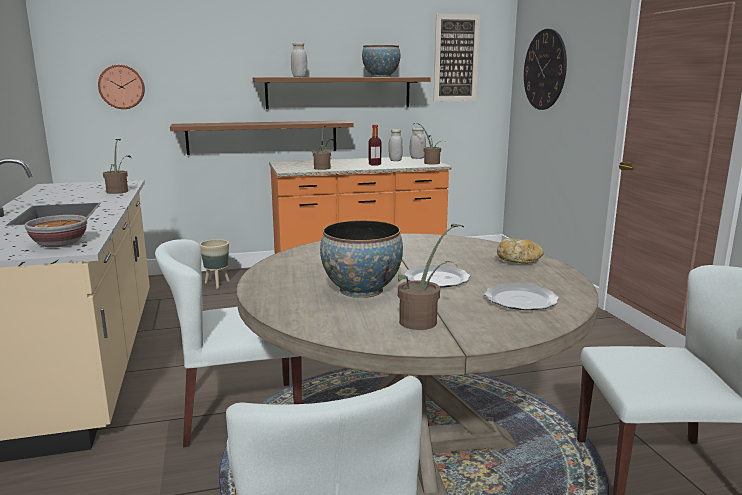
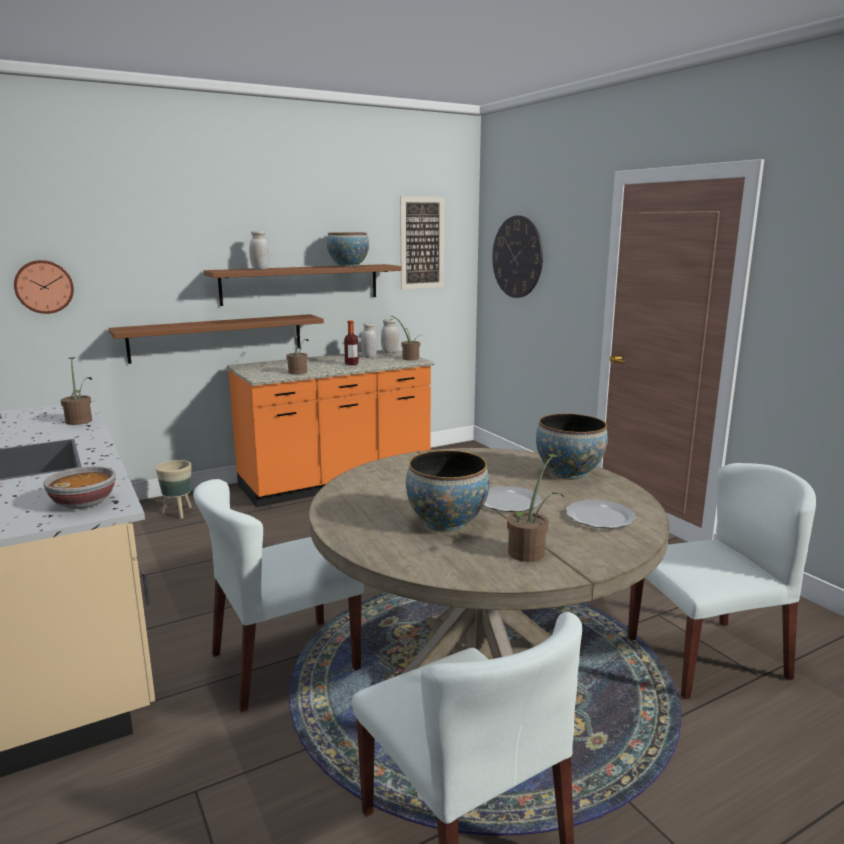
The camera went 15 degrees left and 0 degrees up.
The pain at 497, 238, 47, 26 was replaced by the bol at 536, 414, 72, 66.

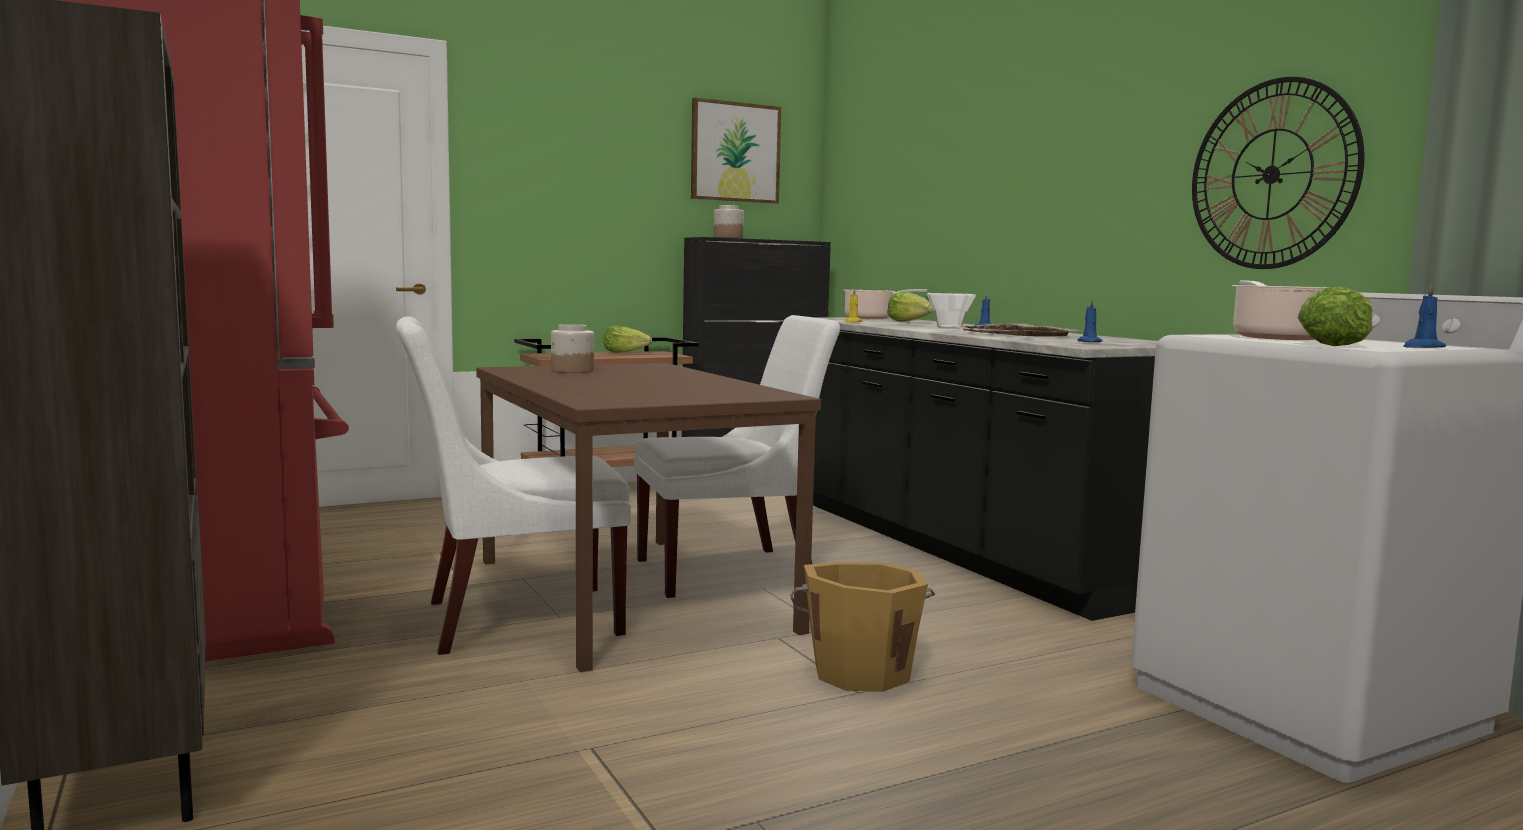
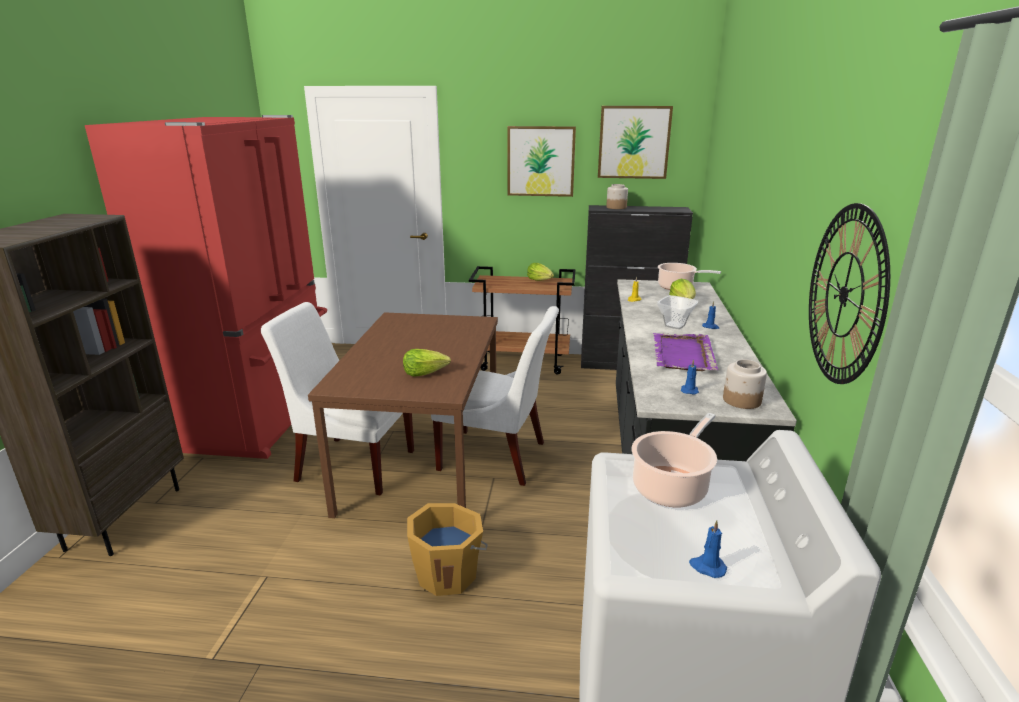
The camera went 35 degrees right and 15 degrees up.
The laitue moved from 1297, 286, 76, 60 to 403, 349, 48, 28.
The tableau at 508, 126, 68, 71 appeared.
The plateau/beige at 950, 323, 129, 14 became the plateau/violet at 653, 333, 65, 38.
The bocal moved from 551, 324, 43, 49 to 723, 359, 44, 50.

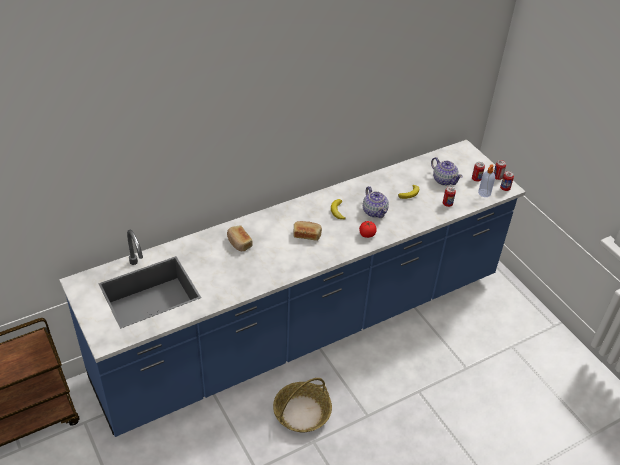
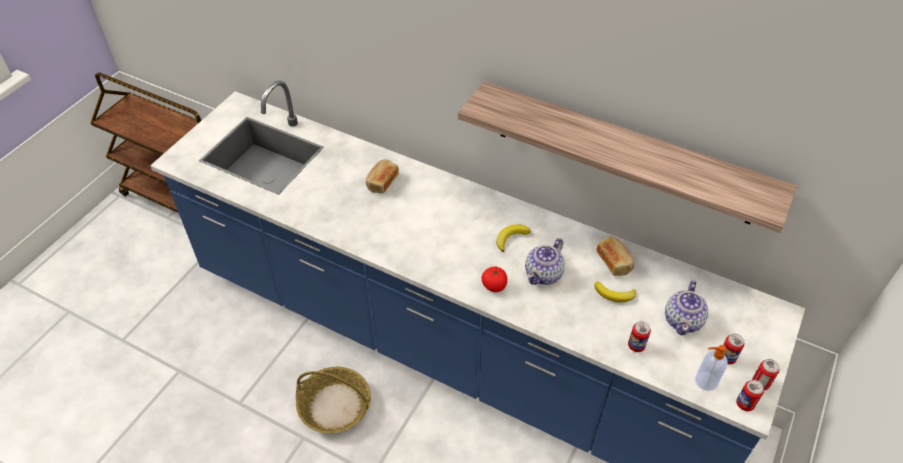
The camera went 60 degrees right and 5 degrees up.
The étagère at 458, 81, 339, 152 appeared.
The pain moved from 294, 221, 28, 20 to 596, 236, 39, 40.

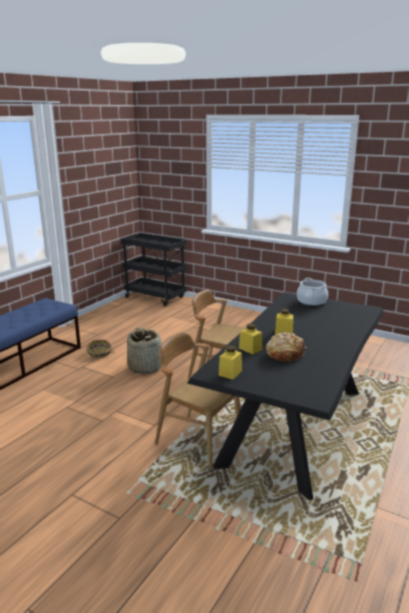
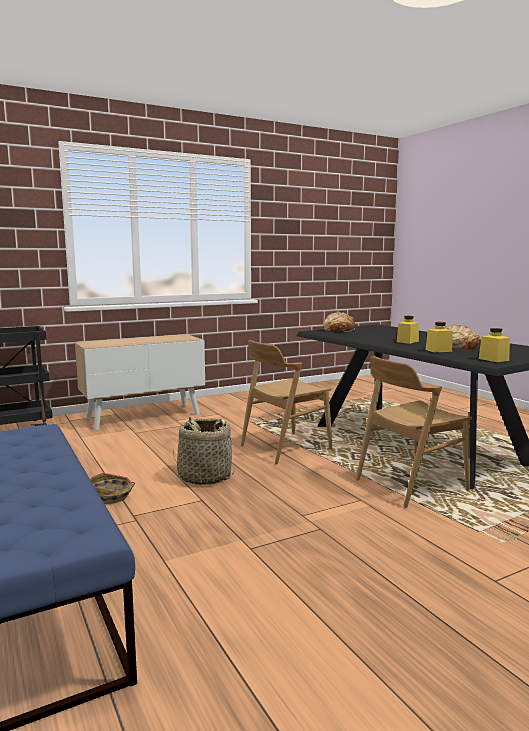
The camera went 60 degrees left and 10 degrees down.
The meuble de rangement at 75, 334, 130, 96 appeared.
The marmite at 297, 278, 31, 28 was replaced by the pain at 323, 312, 32, 20.

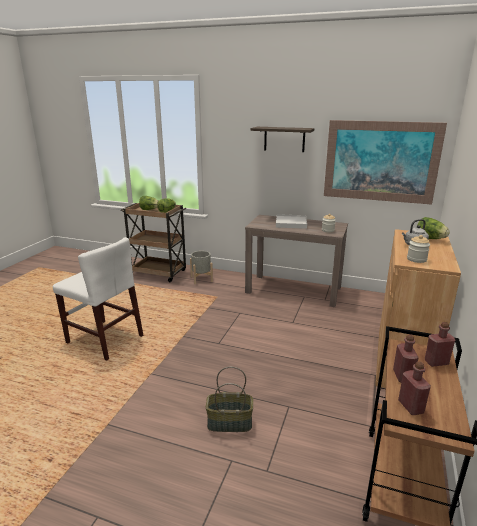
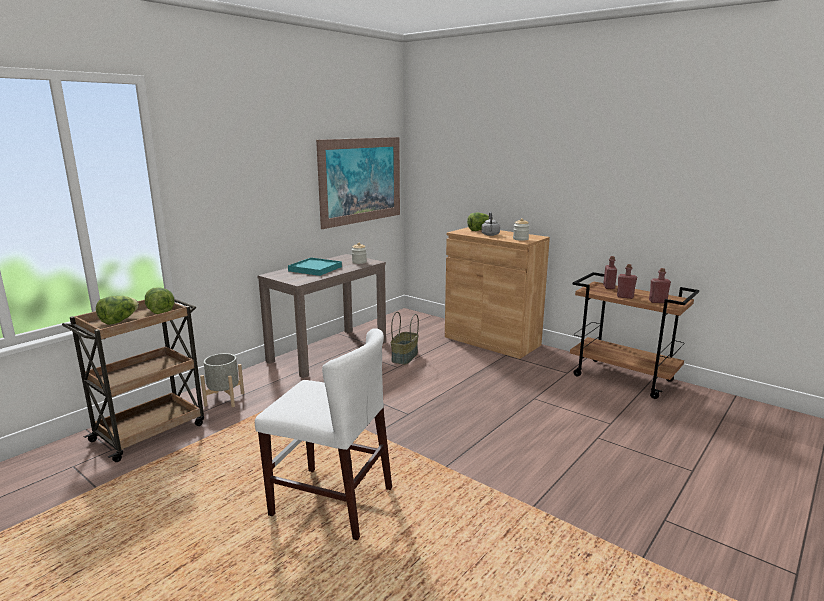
The camera went 70 degrees left and 5 degrees down.
The chaise/blanc at 53, 237, 91, 124 turned 60 degrees clockwise.
The plateau/blanc at 276, 214, 31, 15 became the plateau/turquoise at 288, 258, 54, 18.
The panier moved from 206, 367, 47, 65 to 391, 312, 28, 53.
The étagère at 251, 127, 63, 25 disappeared.

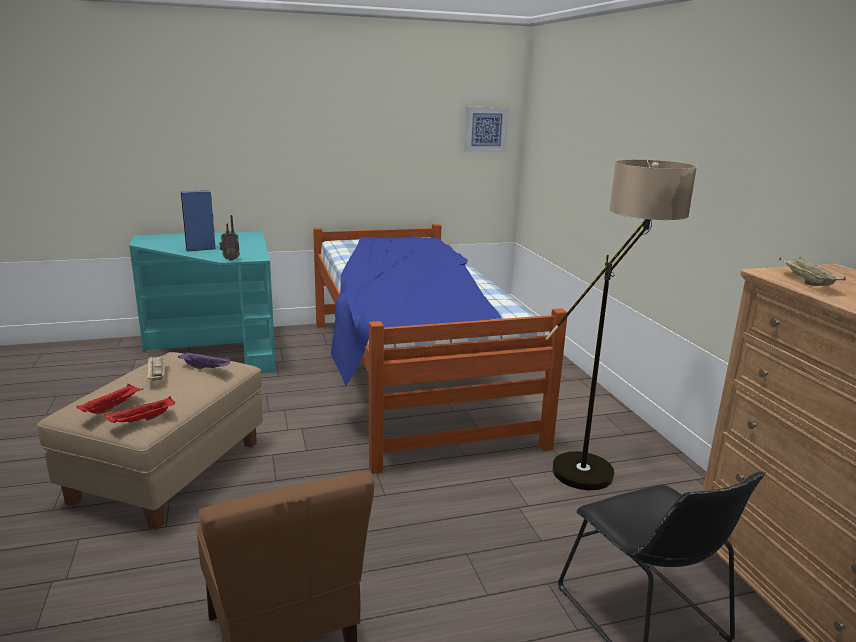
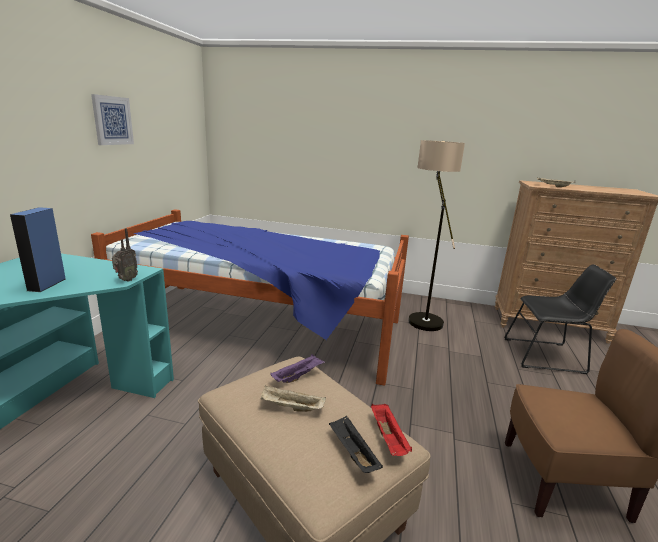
The camera went 60 degrees left and 0 degrees up.
The tableau moved from 465, 107, 43, 45 to 91, 94, 43, 51.
The plateau/rouge at 77, 384, 67, 30 became the plateau/noir at 329, 415, 54, 58.

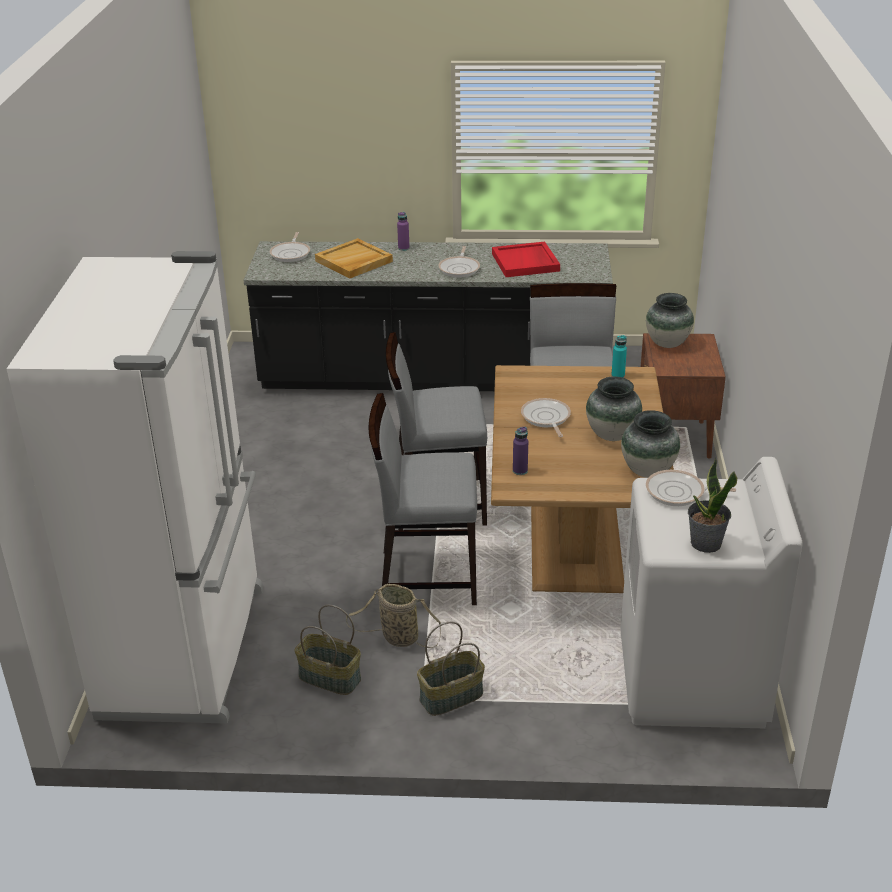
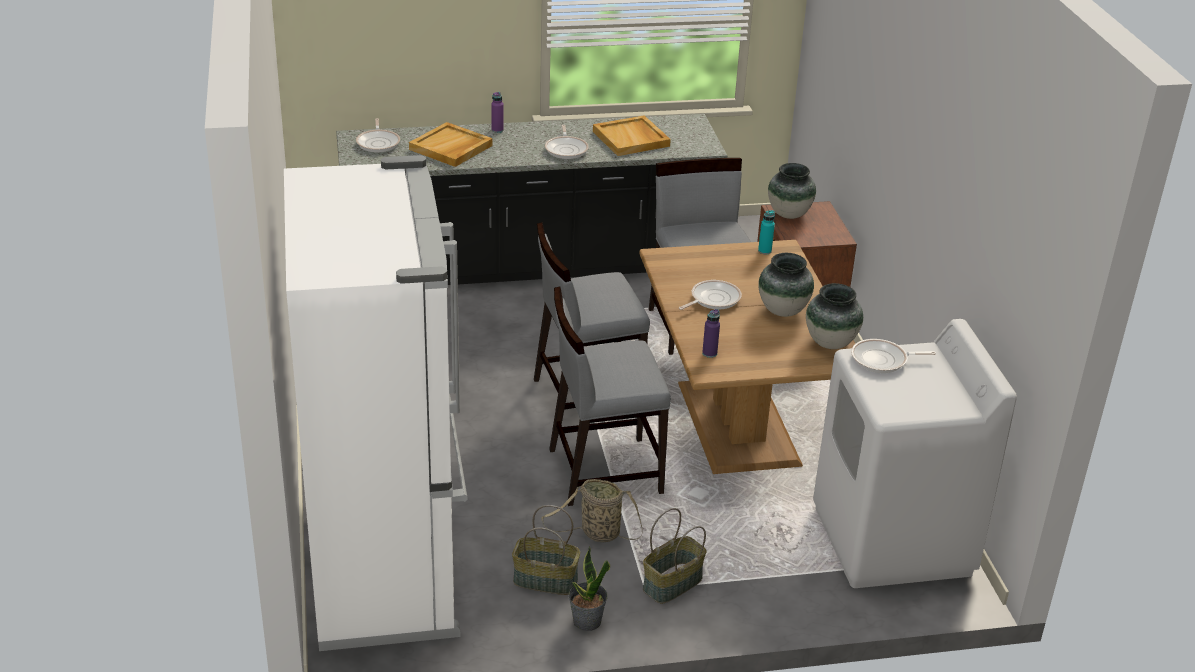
The camera went 15 degrees left and 0 degrees up.
The plante en pot moved from 688, 458, 49, 95 to 568, 546, 42, 85.
The plateau/rouge at 492, 242, 68, 35 became the plateau/beige at 593, 115, 78, 41.
The poêle at 521, 398, 50, 39 turned 75 degrees clockwise.

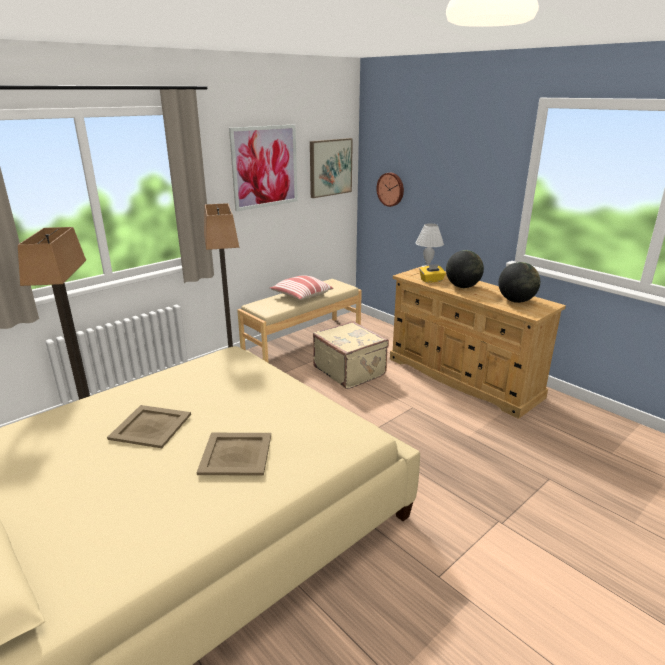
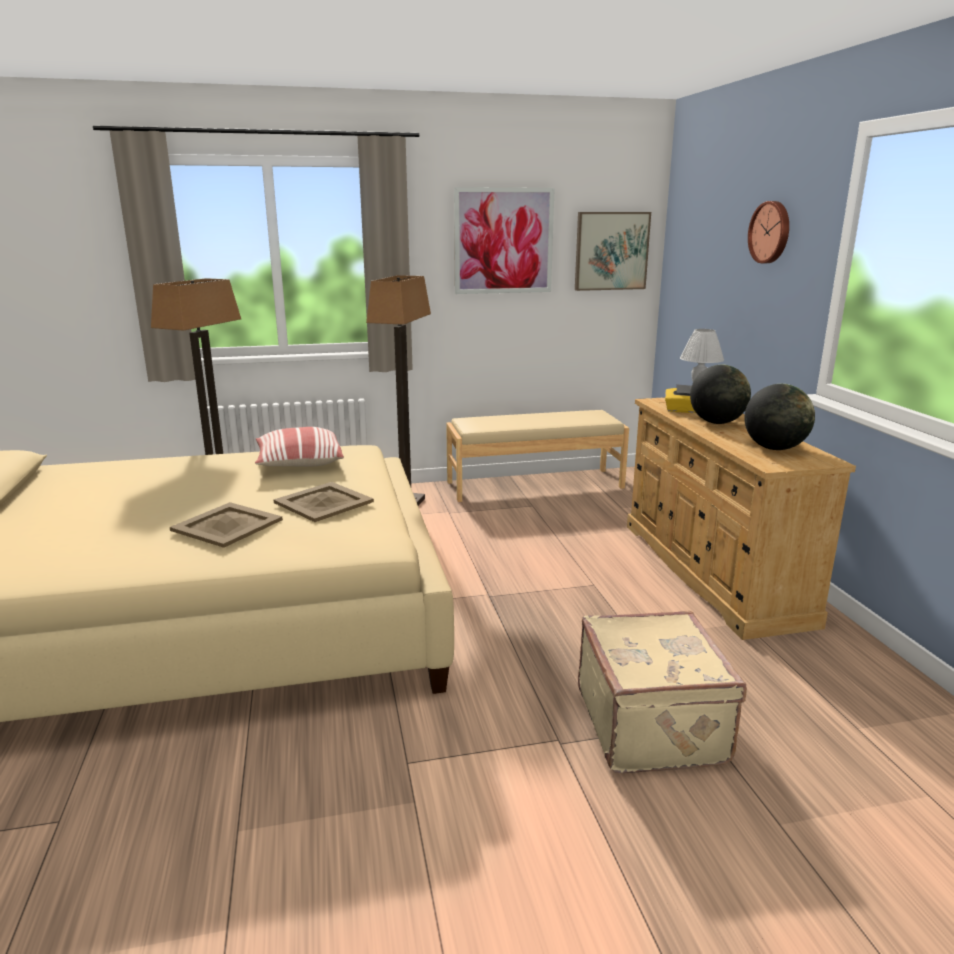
The camera went 30 degrees right and 5 degrees down.
The coussin moved from 270, 275, 63, 25 to 255, 427, 89, 40.
The plateau/beige moved from 107, 405, 84, 43 to 273, 482, 101, 40.
The valise/beige moved from 313, 321, 76, 68 to 578, 611, 169, 162.
The horloge murale moved from 377, 173, 27, 34 to 748, 201, 41, 62.

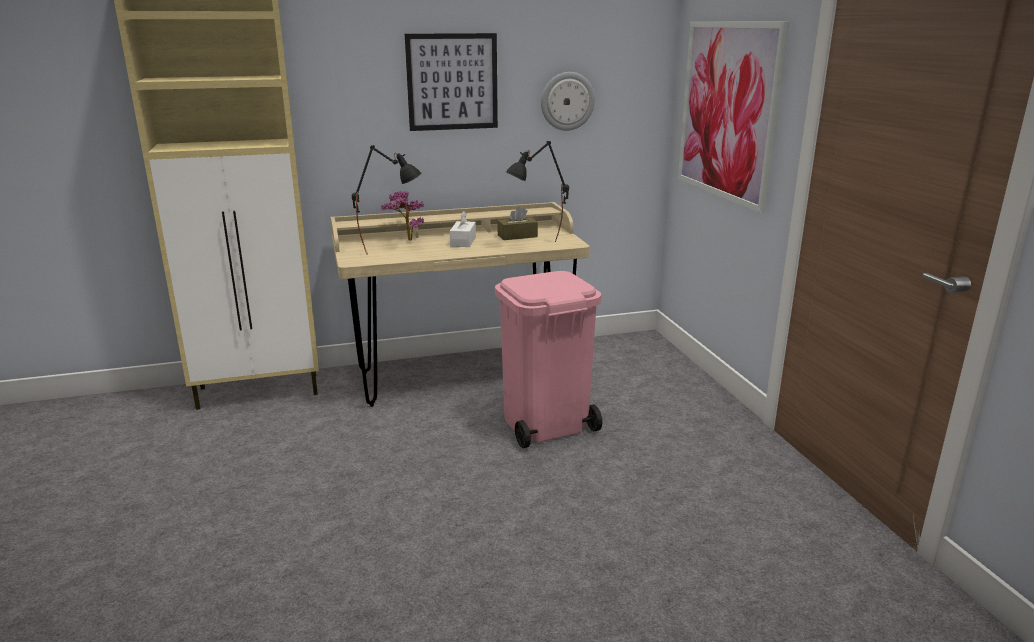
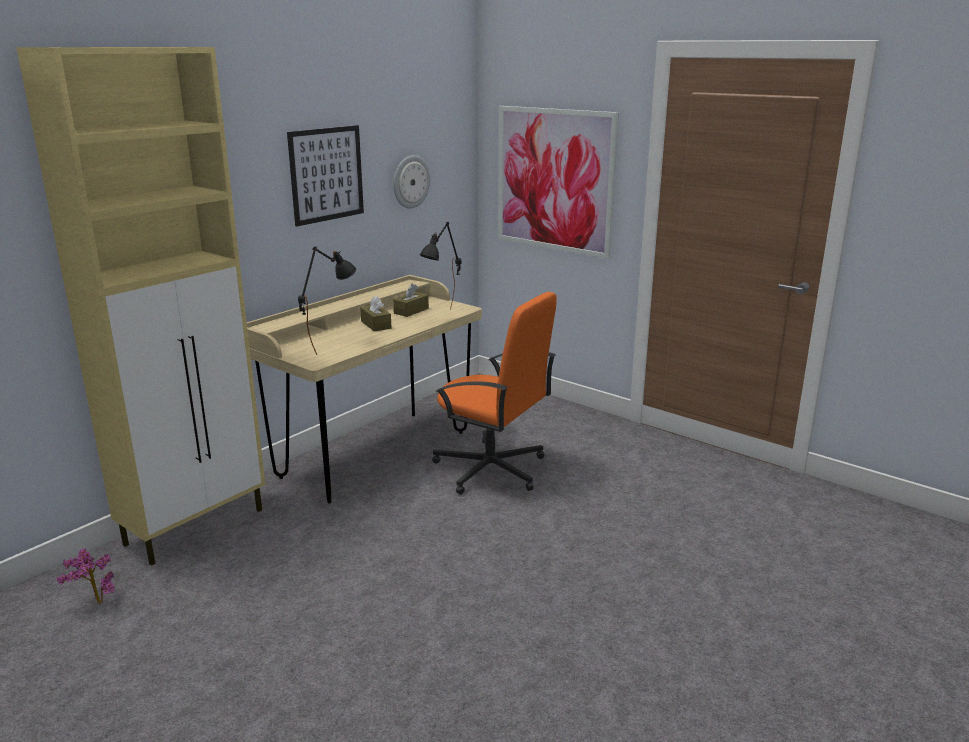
The camera went 35 degrees left and 0 degrees up.
The plante en pot moved from 381, 191, 43, 49 to 57, 548, 58, 56.
The boîte à mouchoirs/blanc at 450, 211, 26, 36 became the boîte à mouchoirs/marron at 360, 296, 32, 35.
The poubelle/rose at 495, 271, 107, 177 was replaced by the chaise de bureau/orange at 432, 292, 125, 202.

